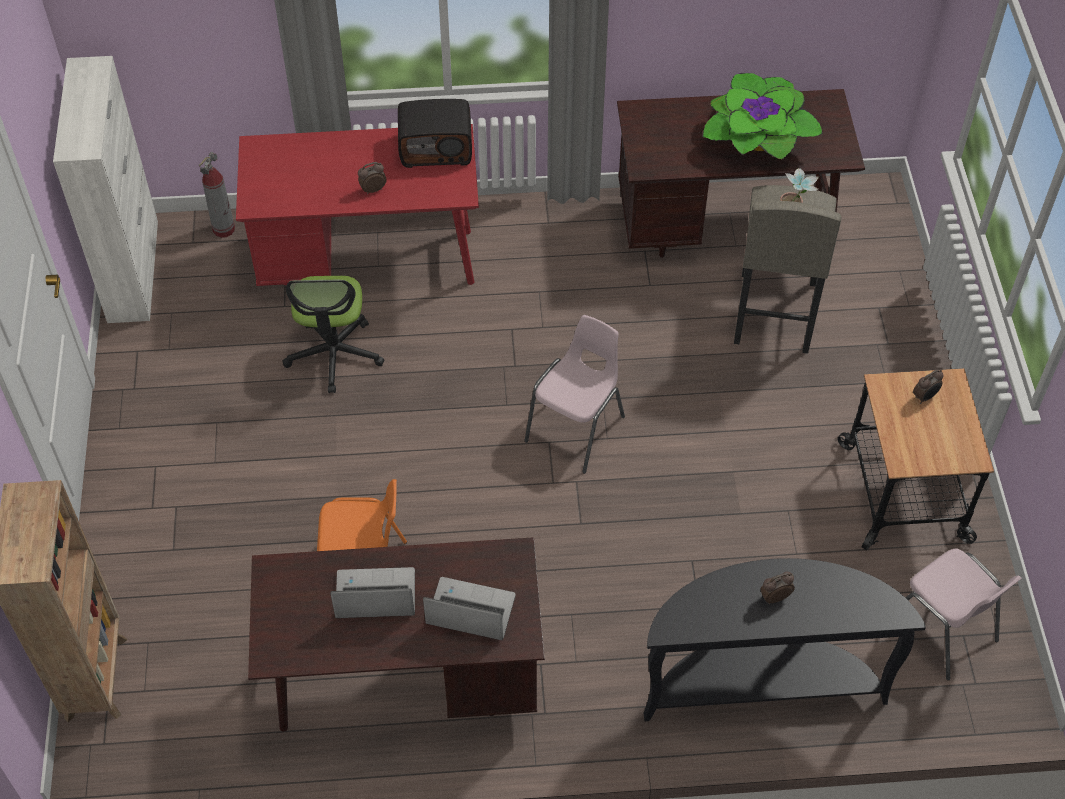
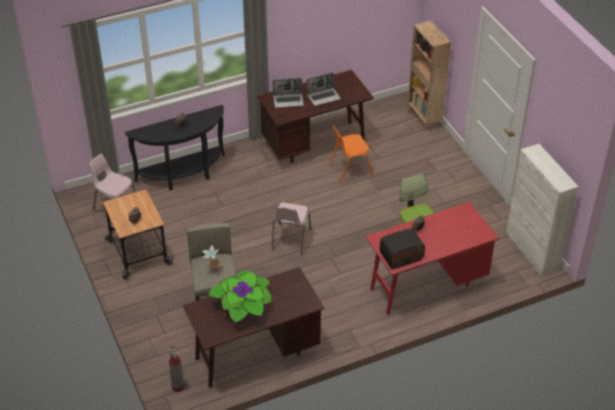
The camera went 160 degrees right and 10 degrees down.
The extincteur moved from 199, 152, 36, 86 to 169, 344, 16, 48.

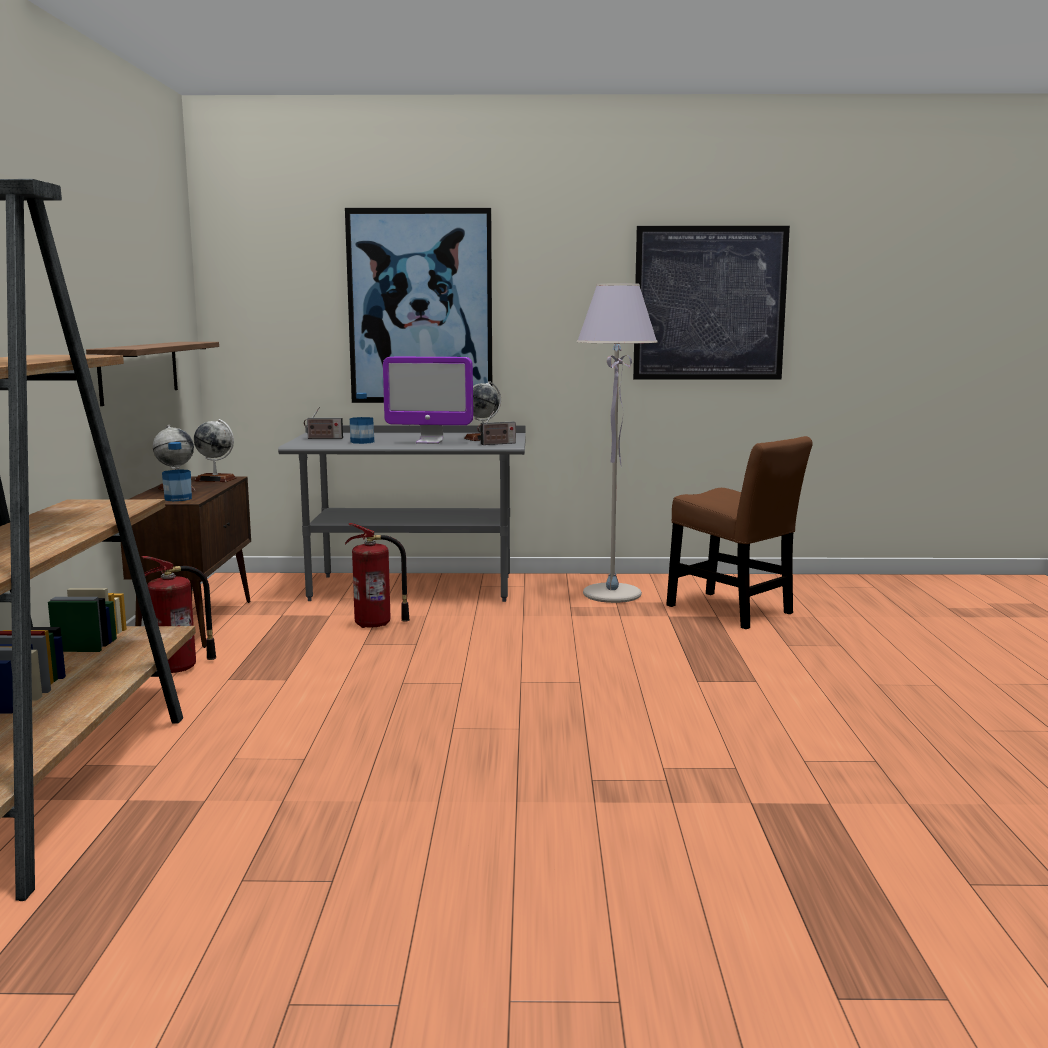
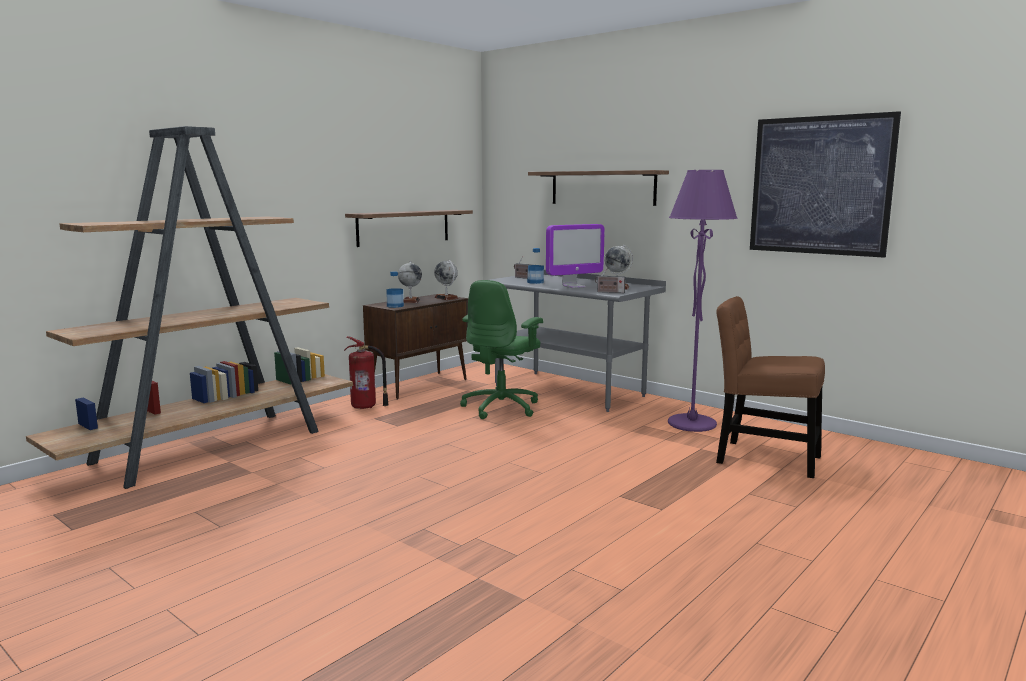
The camera went 40 degrees right and 0 degrees up.
The extincteur at 345, 523, 65, 105 was replaced by the chaise de bureau/vert at 460, 280, 83, 139.
The tableau at 345, 208, 147, 195 was replaced by the étagère at 528, 170, 141, 36.
The écran d'ordinateur at 383, 357, 90, 87 turned 75 degrees counterclockwise.
The lampadaire/gris at 577, 283, 81, 320 became the lampadaire/violet at 668, 170, 70, 262.
The chaise/marron at 666, 436, 147, 193 turned 120 degrees clockwise.

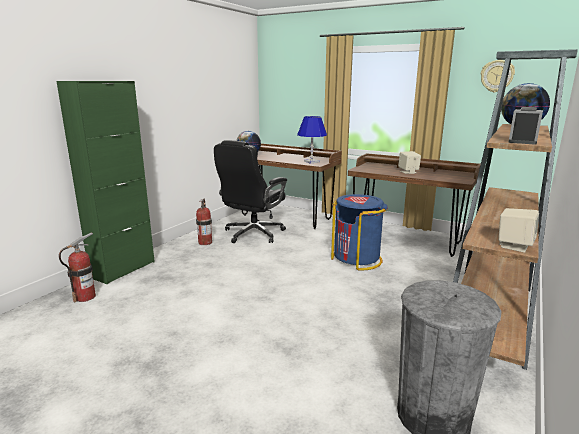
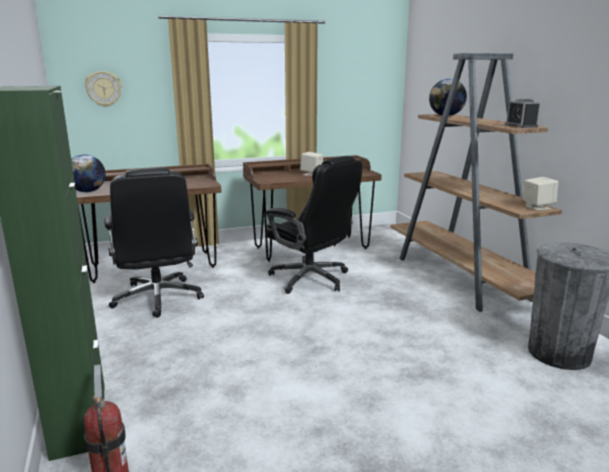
The camera went 50 degrees left and 0 degrees up.
The horloge murale moved from 481, 60, 34, 33 to 85, 71, 37, 36.
The poubelle/bleu at 331, 194, 57, 77 was replaced by the chaise de bureau/noir at 266, 156, 96, 138.
The extincteur at 196, 199, 16, 46 disappeared.
The lampe de table/bleu at 297, 116, 30, 47 disappeared.

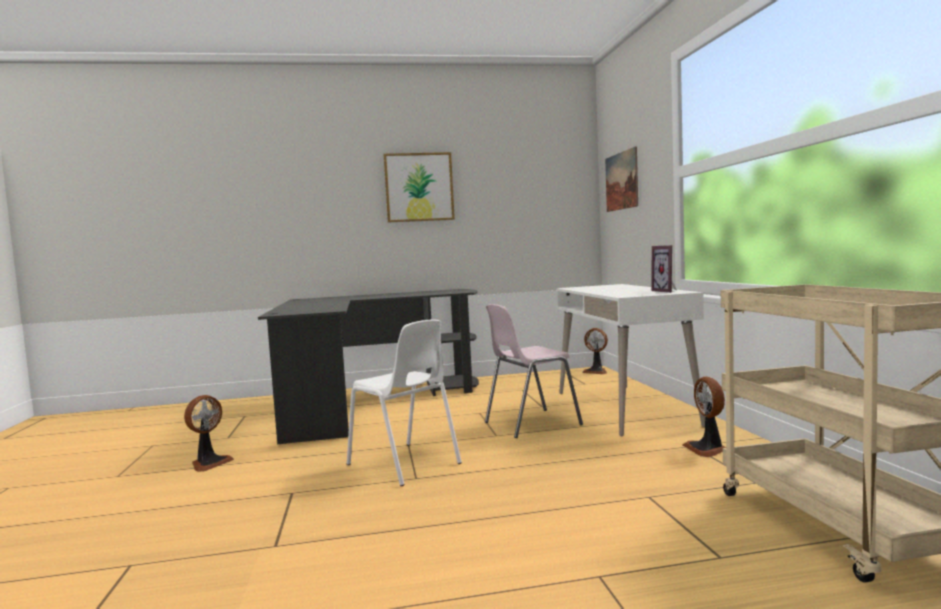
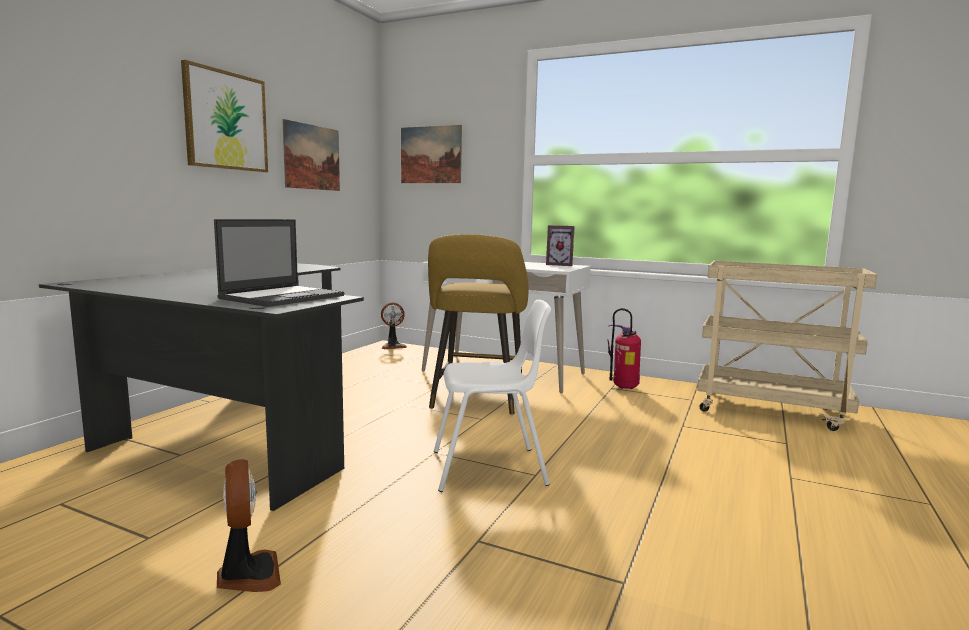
The camera went 55 degrees left and 5 degrees up.
The ordinateur portable at 214, 219, 130, 88 appeared.
The tableau at 282, 119, 58, 72 appeared.
The chaise/rose at 485, 304, 98, 134 was replaced by the tabouret/jaune at 428, 234, 101, 181.
The ventilateur at 683, 377, 43, 80 was replaced by the extincteur at 607, 308, 34, 81.

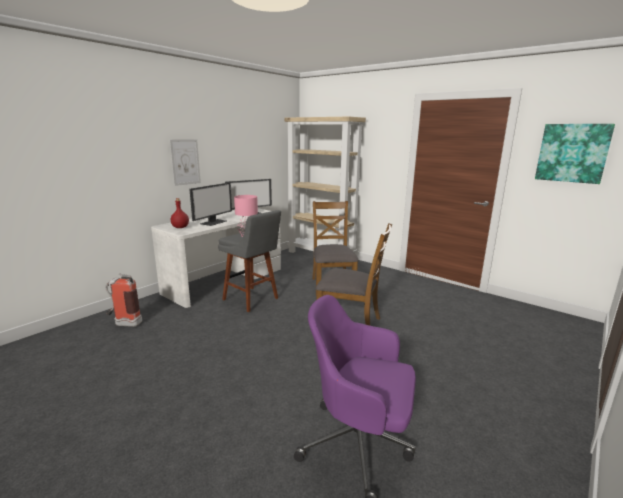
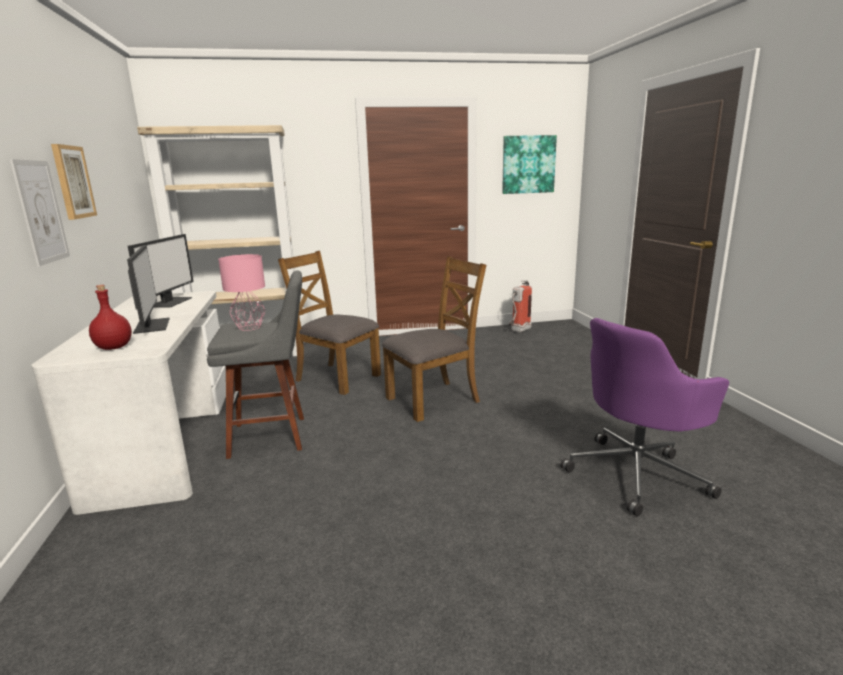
The camera went 50 degrees left and 0 degrees up.
The tableau at 51, 144, 46, 76 appeared.
The extincteur moved from 105, 274, 37, 53 to 509, 280, 23, 53.

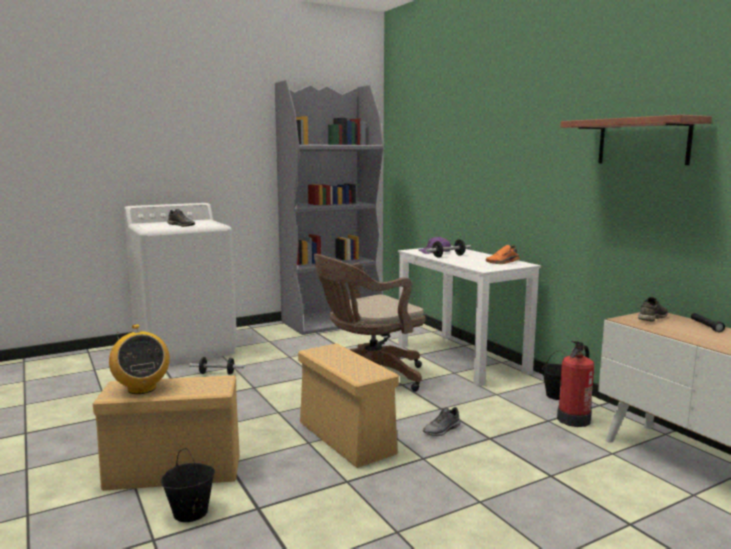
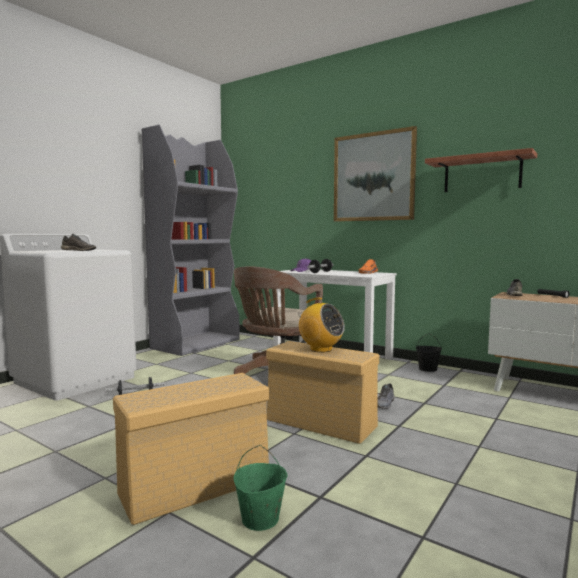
The camera went 25 degrees left and 5 degrees down.
The seau/noir at 161, 448, 54, 74 became the seau/vert at 233, 445, 54, 86.
The radio moved from 109, 324, 61, 70 to 297, 298, 48, 54.
The tableau at 334, 126, 83, 95 appeared.
The extincteur at 557, 341, 37, 86 disappeared.

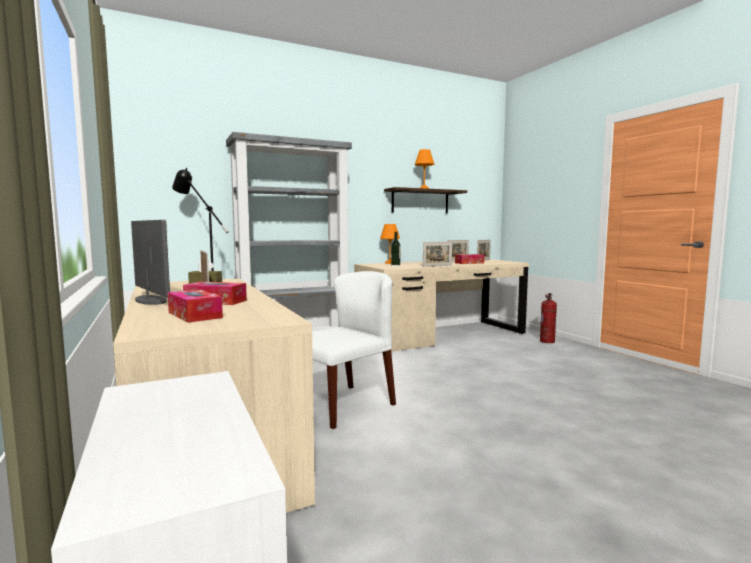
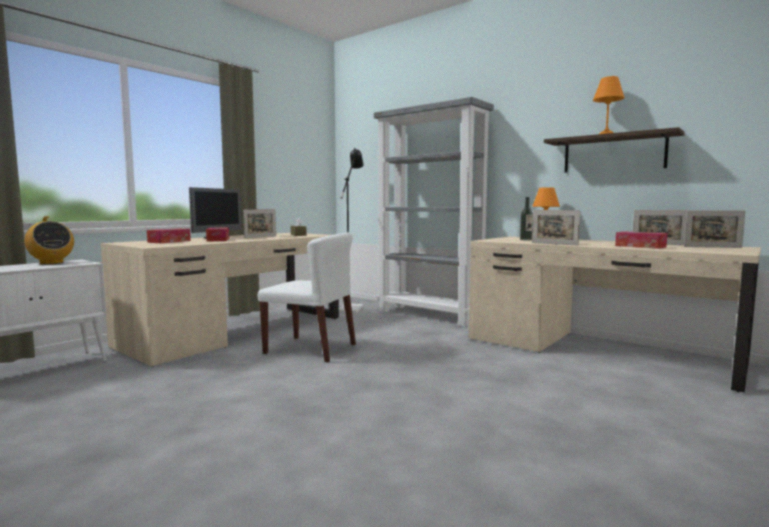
The camera went 65 degrees right and 0 degrees up.
The radio at 24, 216, 50, 48 appeared.
The extincteur at 540, 293, 17, 50 disappeared.

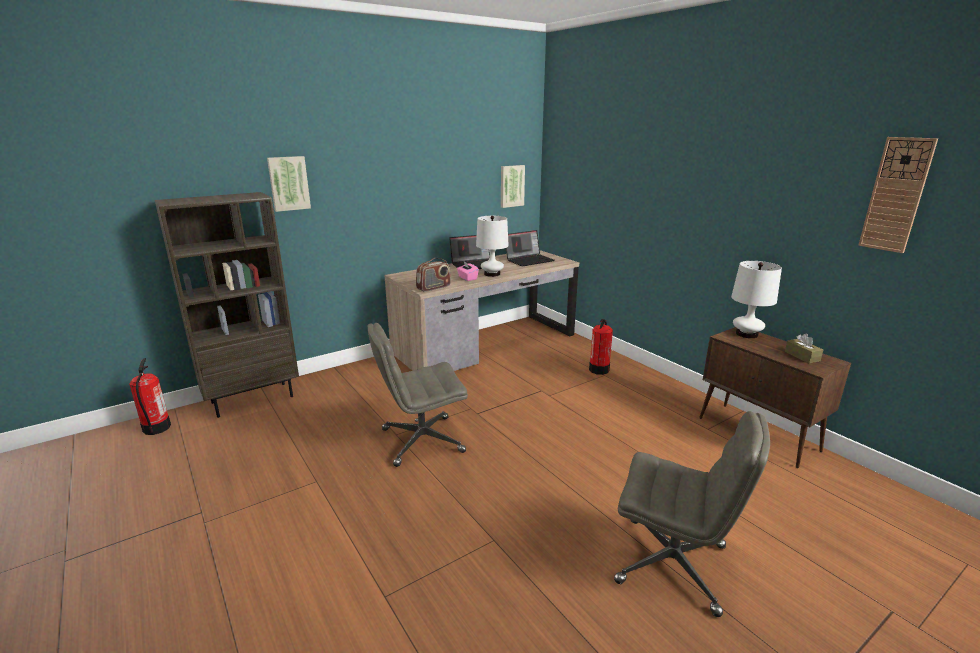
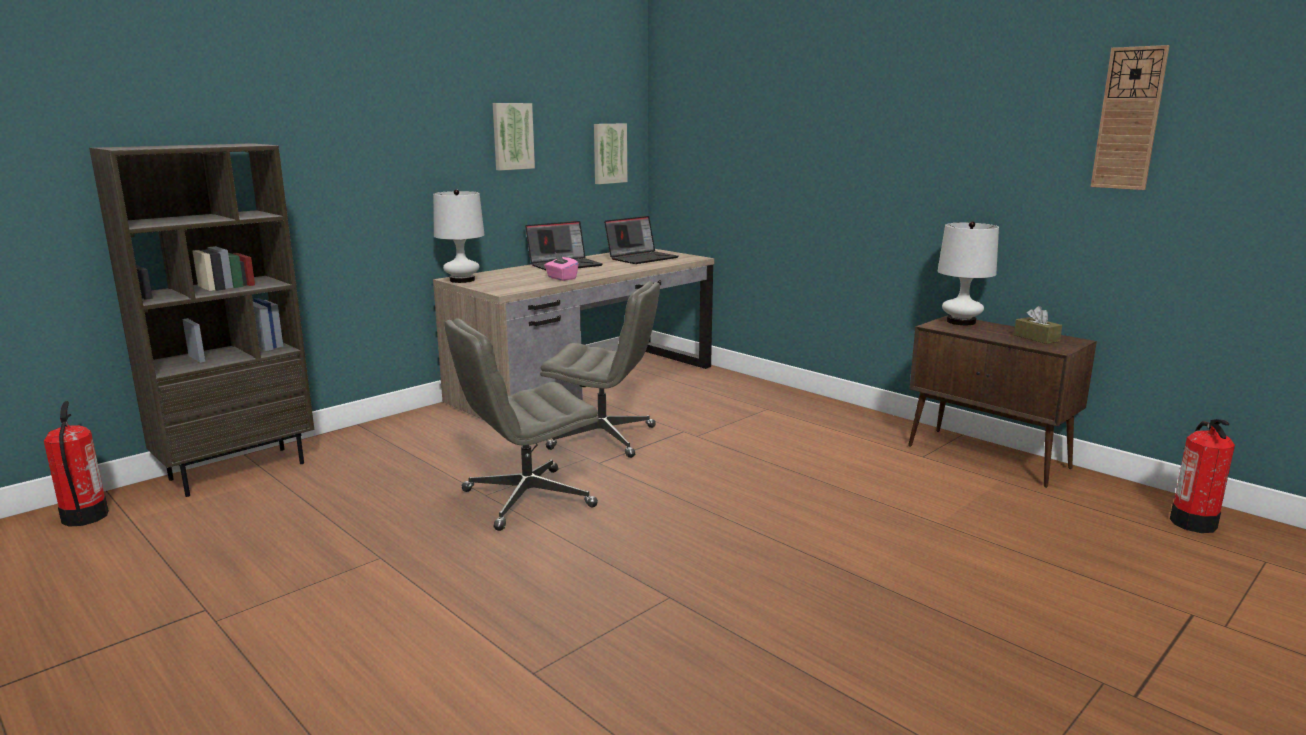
The camera went 10 degrees left and 5 degrees down.
The lampe de table/blanc moved from 476, 216, 33, 61 to 433, 189, 52, 94.
The tableau moved from 267, 156, 44, 56 to 493, 103, 42, 67.
The chaise de bureau/gris moved from 614, 411, 156, 206 to 540, 281, 120, 177.
The extincteur moved from 589, 319, 24, 56 to 1170, 419, 65, 114.
The radio at 416, 258, 35, 34 disappeared.

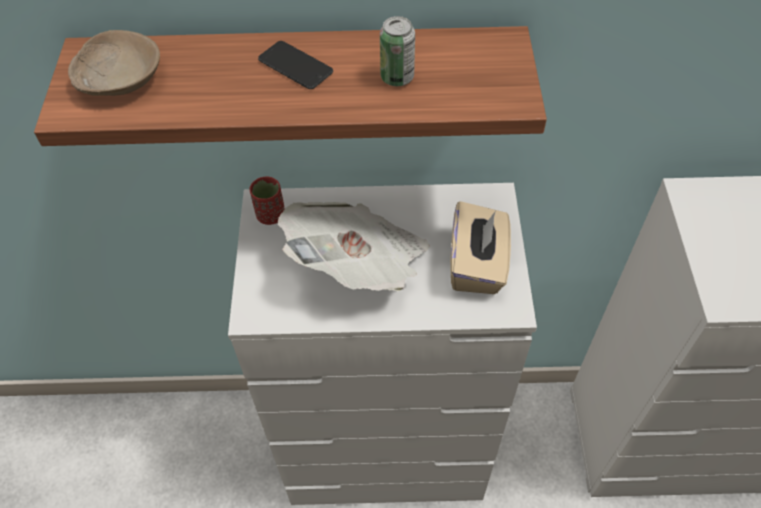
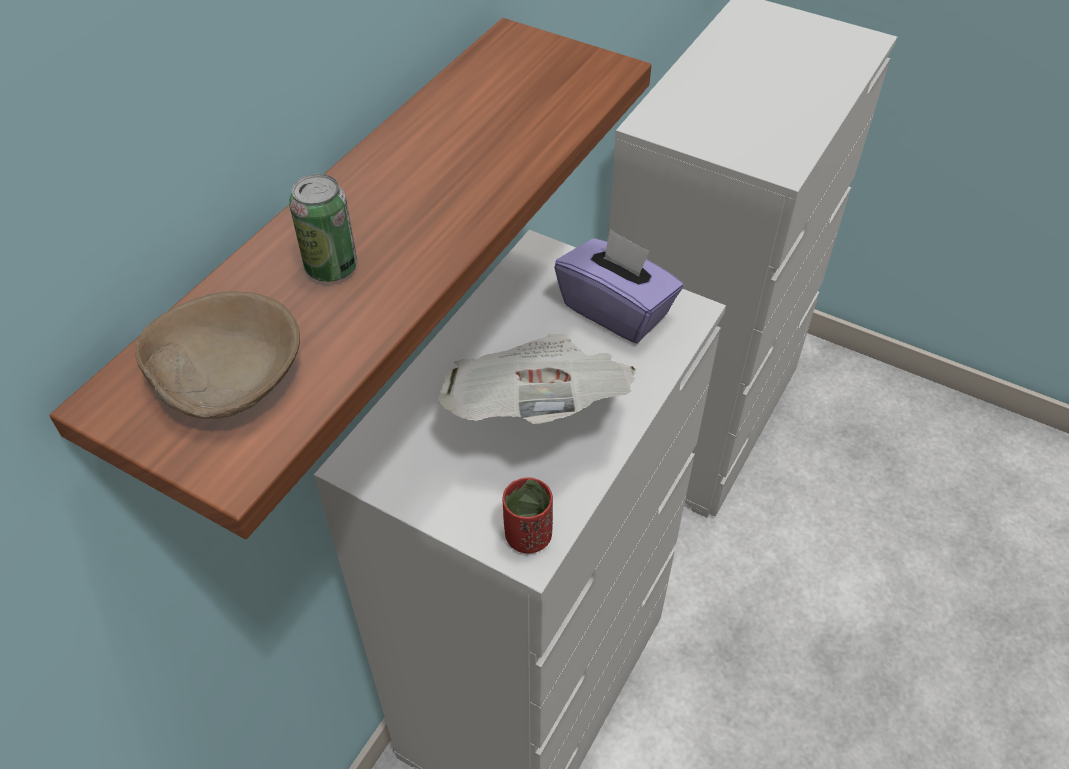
The camera went 60 degrees left and 5 degrees down.
The boîte métallique moved from 380, 16, 35, 70 to 289, 174, 68, 108.
The tasse/rouge moved from 250, 177, 35, 48 to 502, 477, 51, 76.
The boîte à mouchoirs/beige at 450, 201, 61, 93 became the boîte à mouchoirs/violet at 554, 228, 129, 115.
The téléphone at 258, 41, 75, 48 disappeared.

